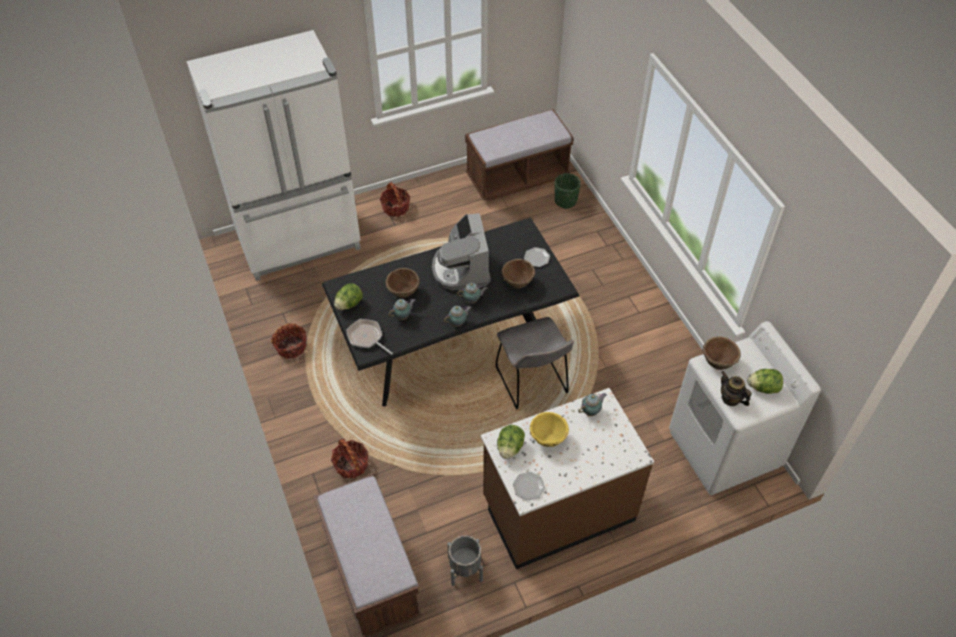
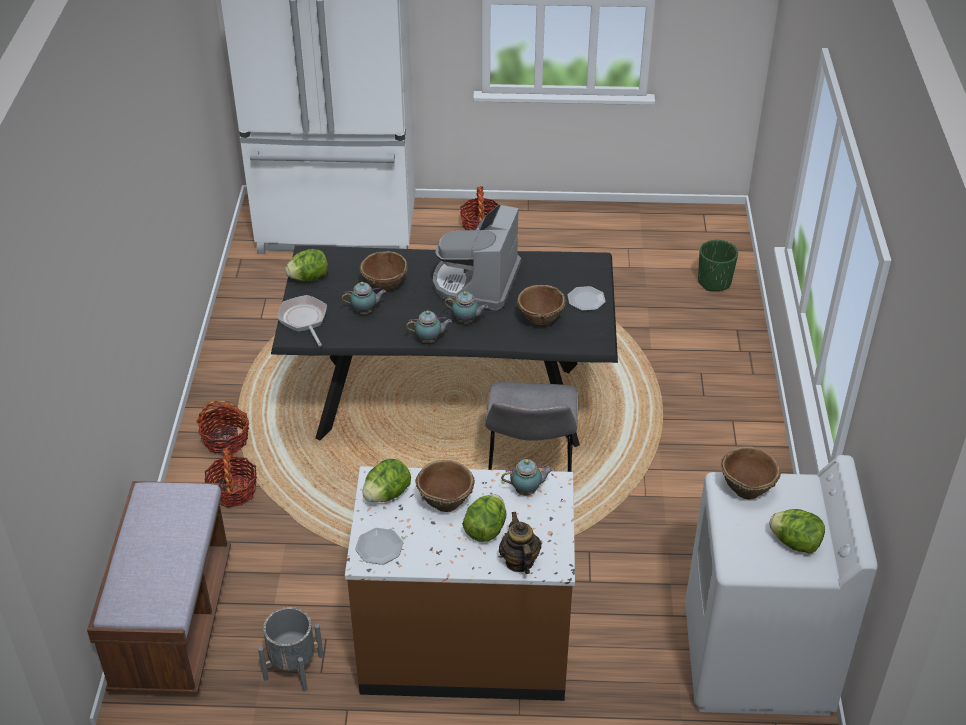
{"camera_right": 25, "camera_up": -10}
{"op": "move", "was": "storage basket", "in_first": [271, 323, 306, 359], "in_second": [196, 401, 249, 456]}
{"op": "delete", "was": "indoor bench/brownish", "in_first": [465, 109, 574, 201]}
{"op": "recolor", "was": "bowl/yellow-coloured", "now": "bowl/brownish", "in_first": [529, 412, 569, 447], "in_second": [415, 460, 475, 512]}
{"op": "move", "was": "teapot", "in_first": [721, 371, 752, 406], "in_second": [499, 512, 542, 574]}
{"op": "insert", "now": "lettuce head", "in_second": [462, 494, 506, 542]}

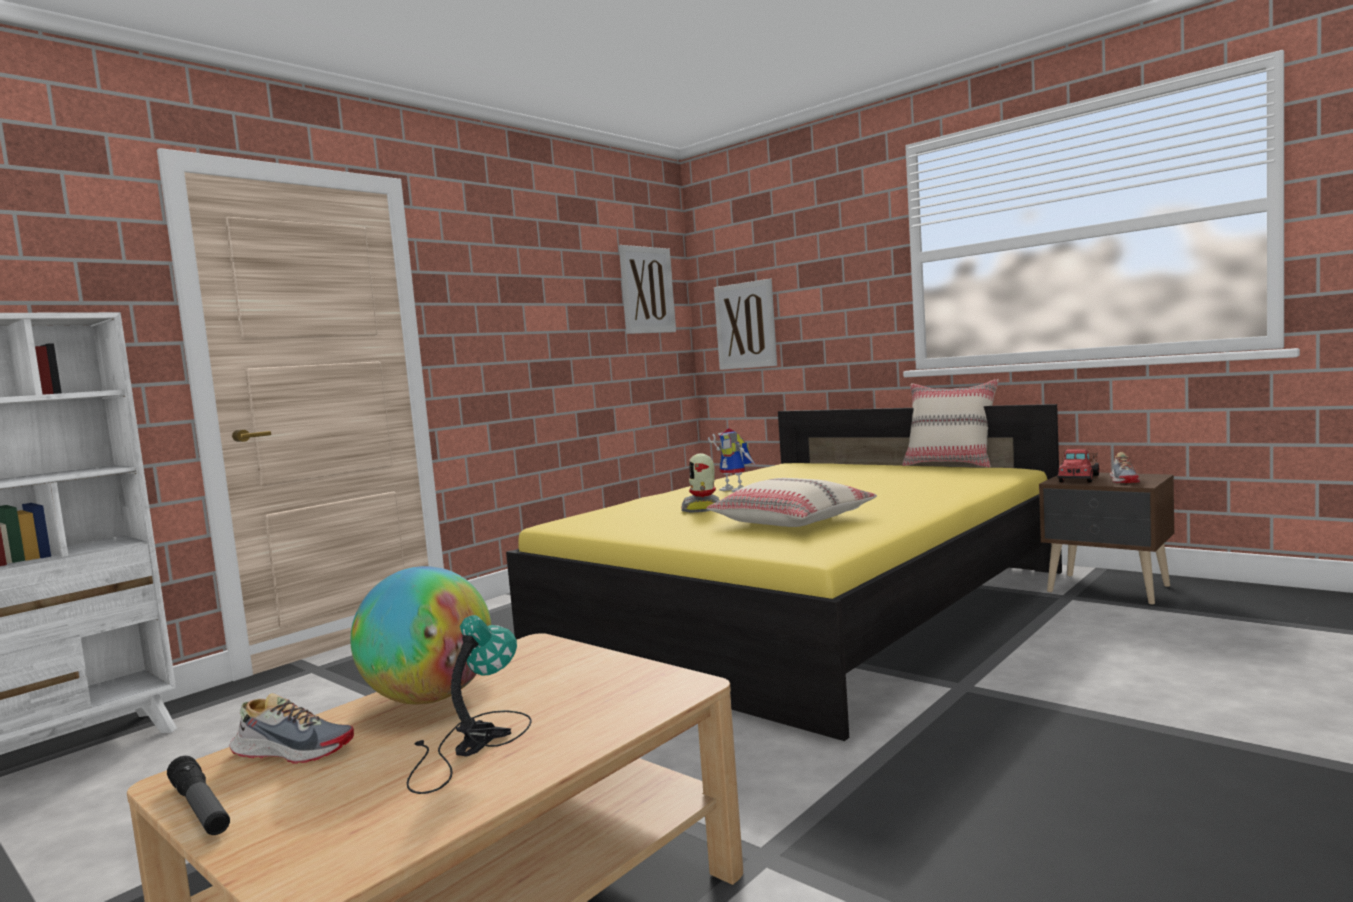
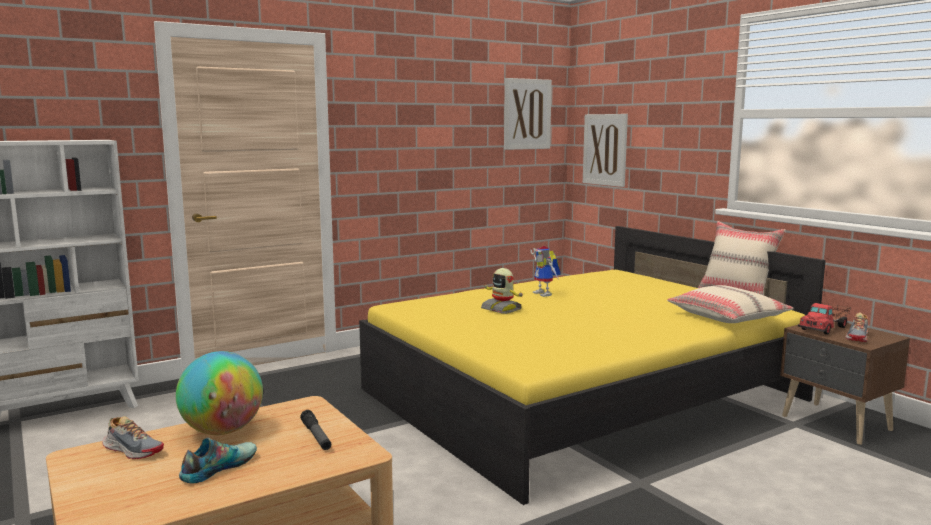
{"camera_right": 15, "camera_up": 5}
{"op": "move", "was": "hand torch", "in_first": [167, 756, 230, 835], "in_second": [300, 410, 331, 450]}
{"op": "replace", "was": "tabletop lamp", "now": "item of footwear", "in_first": [407, 615, 532, 794], "in_second": [179, 438, 257, 483]}
{"op": "rotate", "was": "toy robot", "in_first": [681, 453, 720, 513], "in_second": [481, 268, 525, 314], "clockwise": -60}
{"op": "move", "was": "cushion/beige", "in_first": [706, 478, 877, 527], "in_second": [667, 285, 794, 323]}

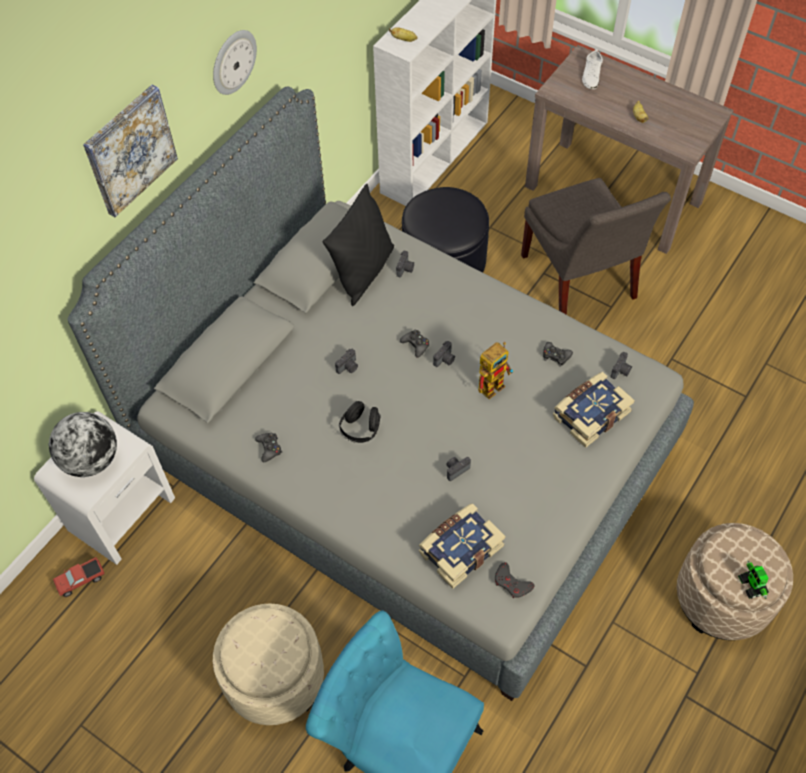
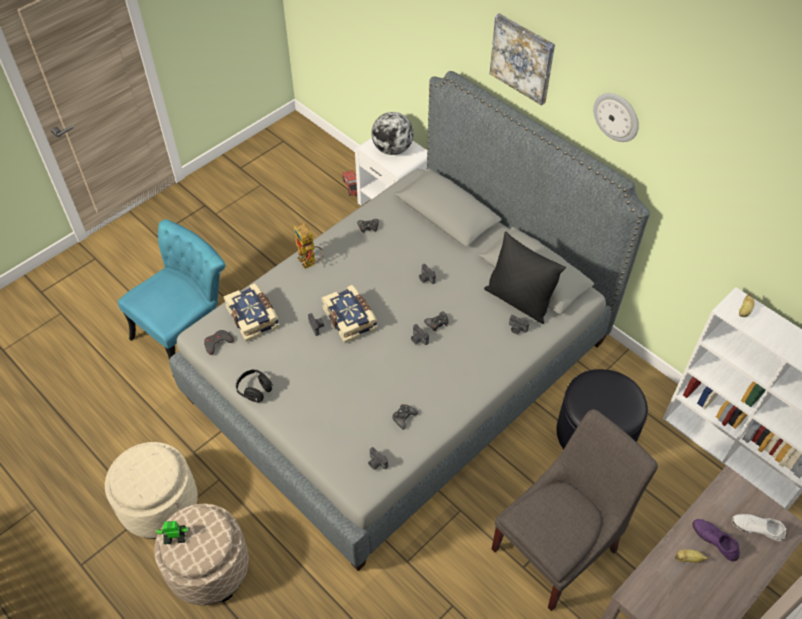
{"camera_right": 100, "camera_up": -5}
{"op": "move", "was": "ottoman/beige", "in_first": [213, 603, 324, 725], "in_second": [105, 442, 198, 539]}
{"op": "move", "was": "pair of headphones/black", "in_first": [339, 401, 381, 443], "in_second": [236, 369, 273, 402]}
{"op": "move", "was": "toy robot", "in_first": [478, 342, 514, 399], "in_second": [294, 222, 324, 269]}
{"op": "rotate", "was": "upright chair/gray", "in_first": [521, 178, 671, 315], "in_second": [492, 409, 658, 611], "clockwise": 150}
{"op": "move", "was": "bound book", "in_first": [553, 372, 635, 448], "in_second": [322, 285, 378, 343]}
{"op": "insert", "now": "item of footwear/purple-coloured", "in_second": [692, 519, 740, 562]}

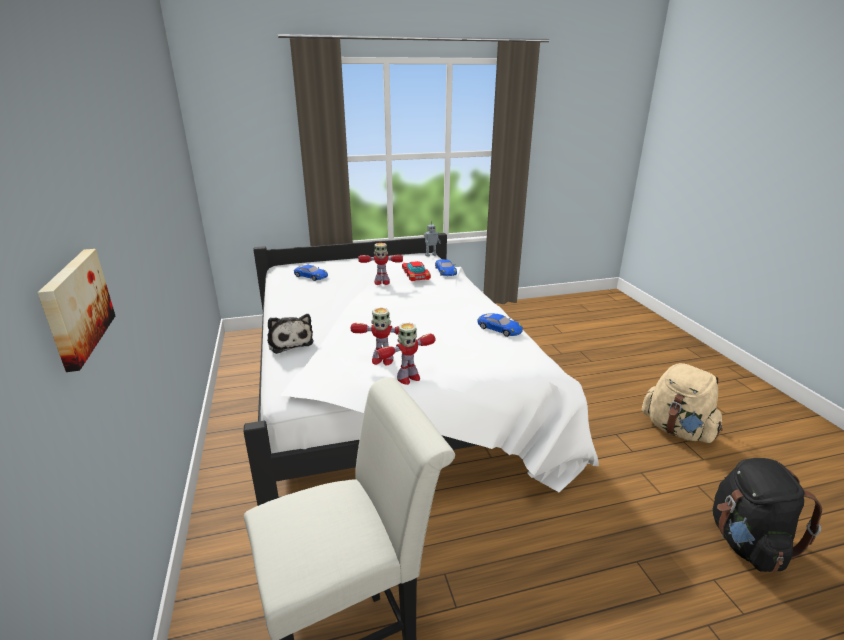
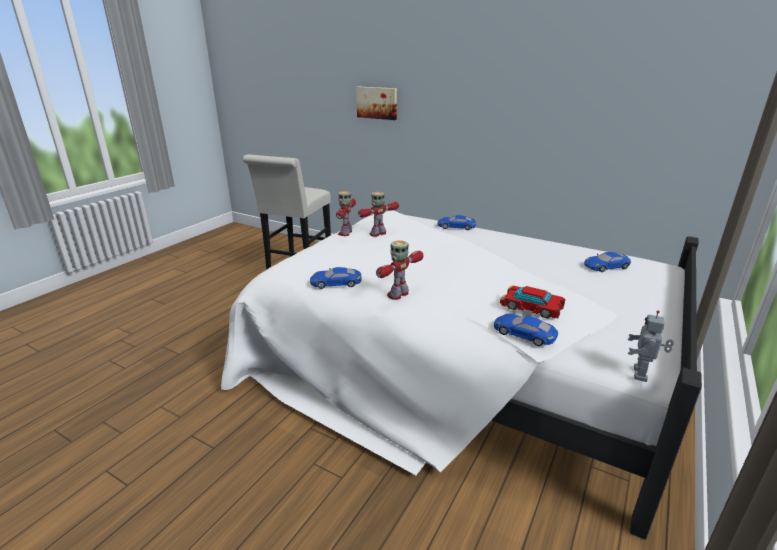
{"camera_right": 135, "camera_up": 0}
{"op": "replace", "was": "soft toy", "now": "toy car/bluish", "in_first": [267, 314, 314, 354], "in_second": [437, 215, 476, 230]}
{"op": "move", "was": "toy robot", "in_first": [358, 243, 403, 285], "in_second": [376, 240, 424, 300]}
{"op": "delete", "was": "knapsack/beige", "in_first": [642, 363, 723, 443]}
{"op": "delete", "was": "knapsack/black", "in_first": [713, 458, 822, 572]}

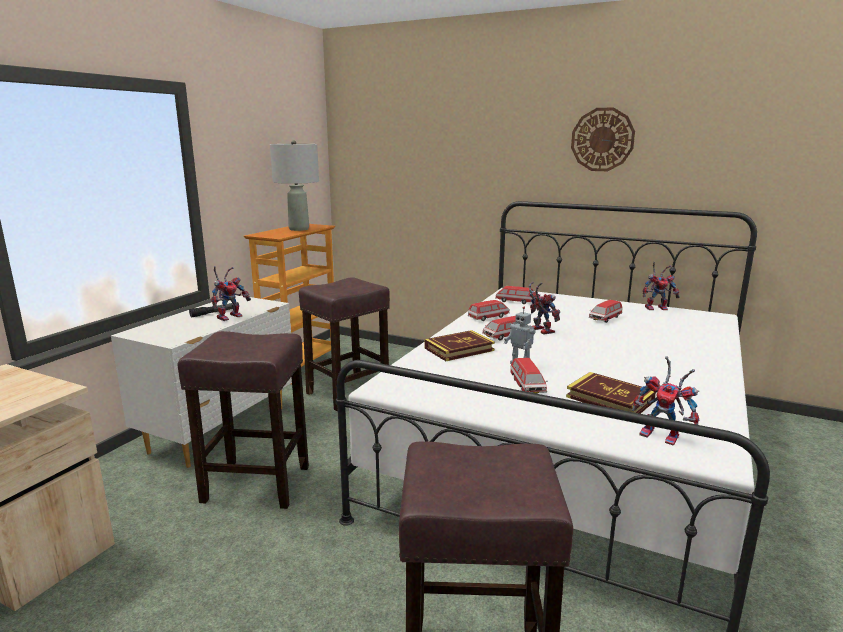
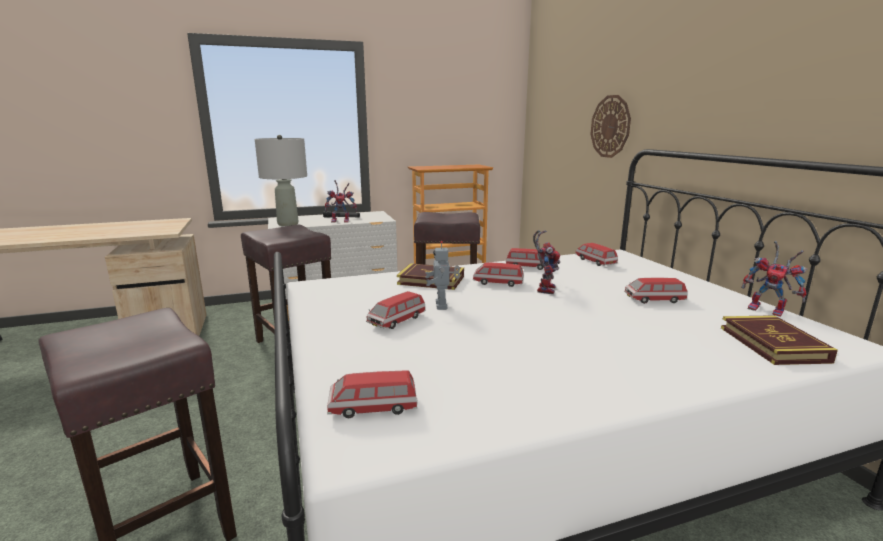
{"camera_right": 45, "camera_up": 0}
{"op": "move", "was": "tabletop lamp/gray", "in_first": [270, 140, 319, 231], "in_second": [255, 135, 307, 226]}
{"op": "move", "was": "bound book", "in_first": [566, 372, 656, 414], "in_second": [721, 315, 838, 365]}
{"op": "move", "was": "wall clock", "in_first": [571, 107, 635, 171], "in_second": [590, 95, 631, 158]}
{"op": "replace", "was": "toy robot", "now": "toy car", "in_first": [632, 356, 699, 445], "in_second": [327, 370, 417, 418]}

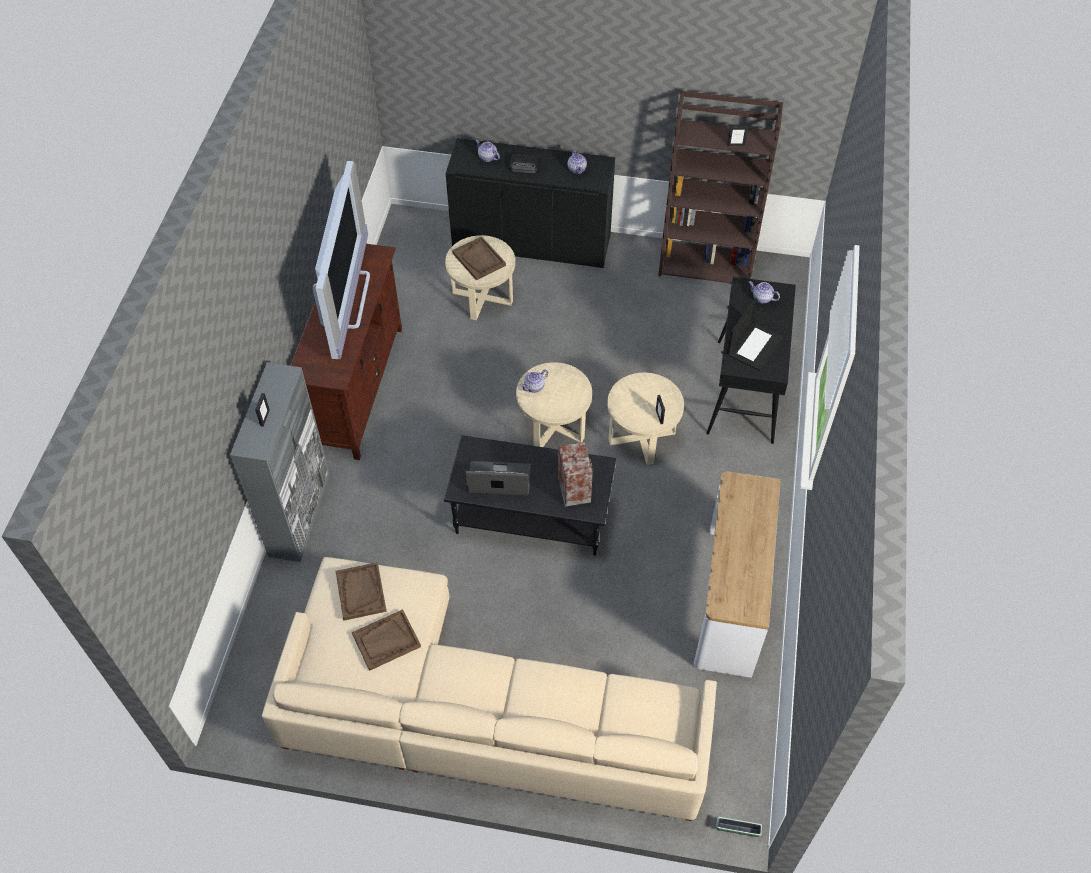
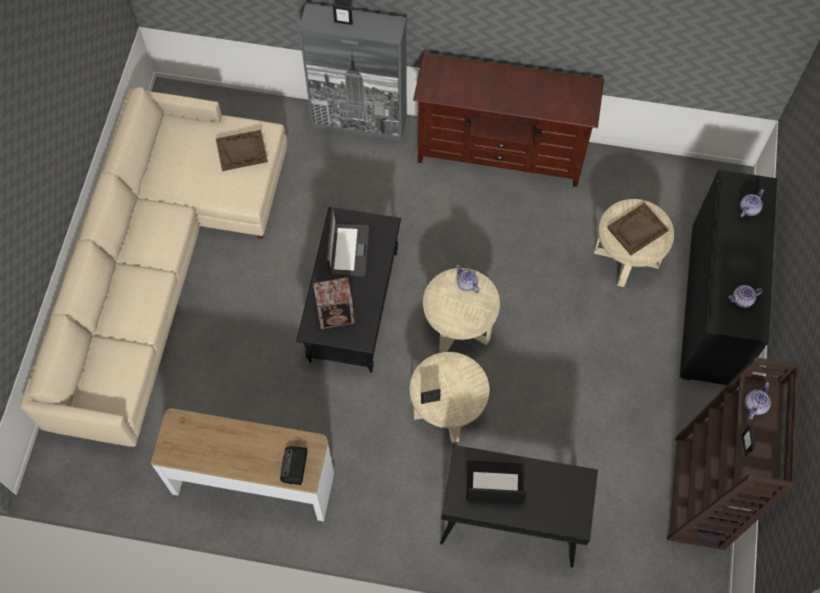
{"camera_right": 90, "camera_up": 10}
{"op": "delete", "was": "TV set", "in_first": [313, 161, 370, 359]}
{"op": "delete", "was": "serving tray/brownish", "in_first": [352, 609, 421, 671]}
{"op": "move", "was": "radio", "in_first": [509, 154, 541, 174], "in_second": [280, 446, 307, 485]}
{"op": "delete", "was": "planter", "in_first": [716, 817, 762, 837]}
{"op": "rotate", "was": "laptop", "in_first": [727, 298, 784, 371], "in_second": [466, 461, 527, 504], "clockwise": 150}
{"op": "move", "was": "teapot", "in_first": [749, 281, 780, 303], "in_second": [745, 382, 771, 420]}

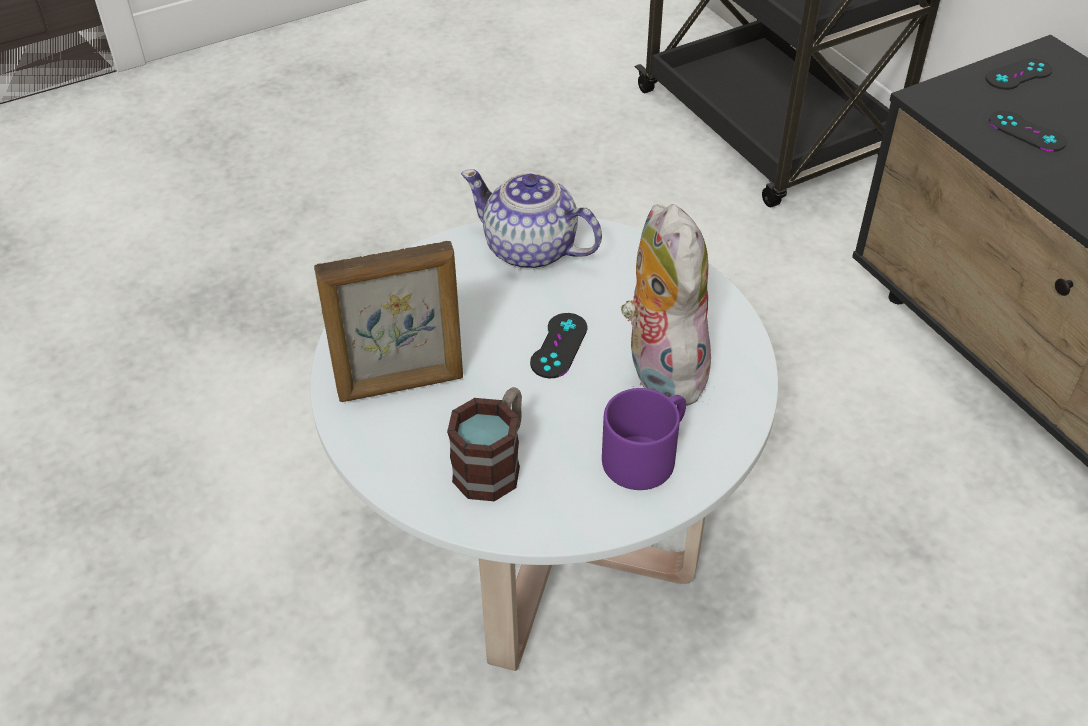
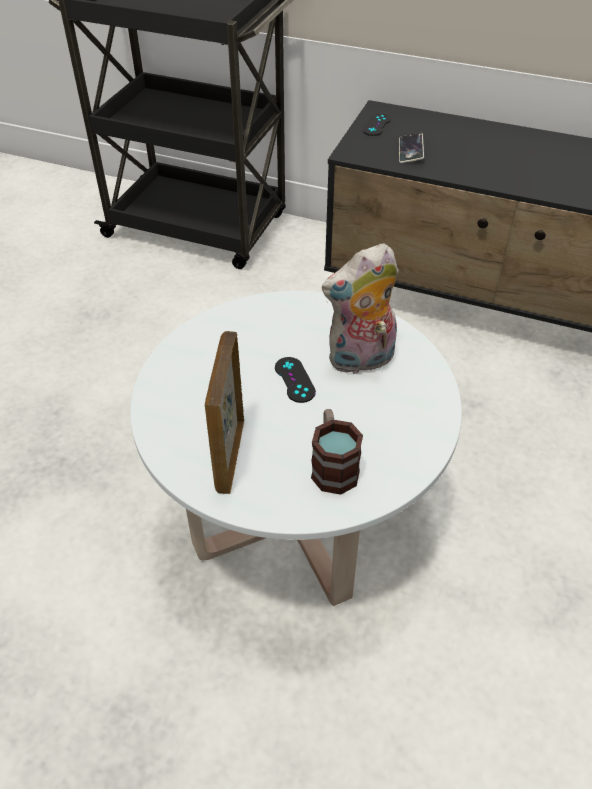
{"camera_right": -40, "camera_up": 0}
{"op": "rotate", "was": "picture frame", "in_first": [314, 241, 463, 402], "in_second": [205, 331, 244, 494], "clockwise": 150}
{"op": "delete", "was": "teapot", "in_first": [461, 169, 602, 270]}
{"op": "delete", "was": "tea mug/purple-coloured", "in_first": [602, 388, 686, 490]}
{"op": "rotate", "was": "soft toy", "in_first": [621, 204, 714, 406], "in_second": [322, 243, 399, 374], "clockwise": -60}
{"op": "replace", "was": "gamepad/black", "now": "handset", "in_first": [989, 111, 1067, 152], "in_second": [399, 133, 424, 163]}

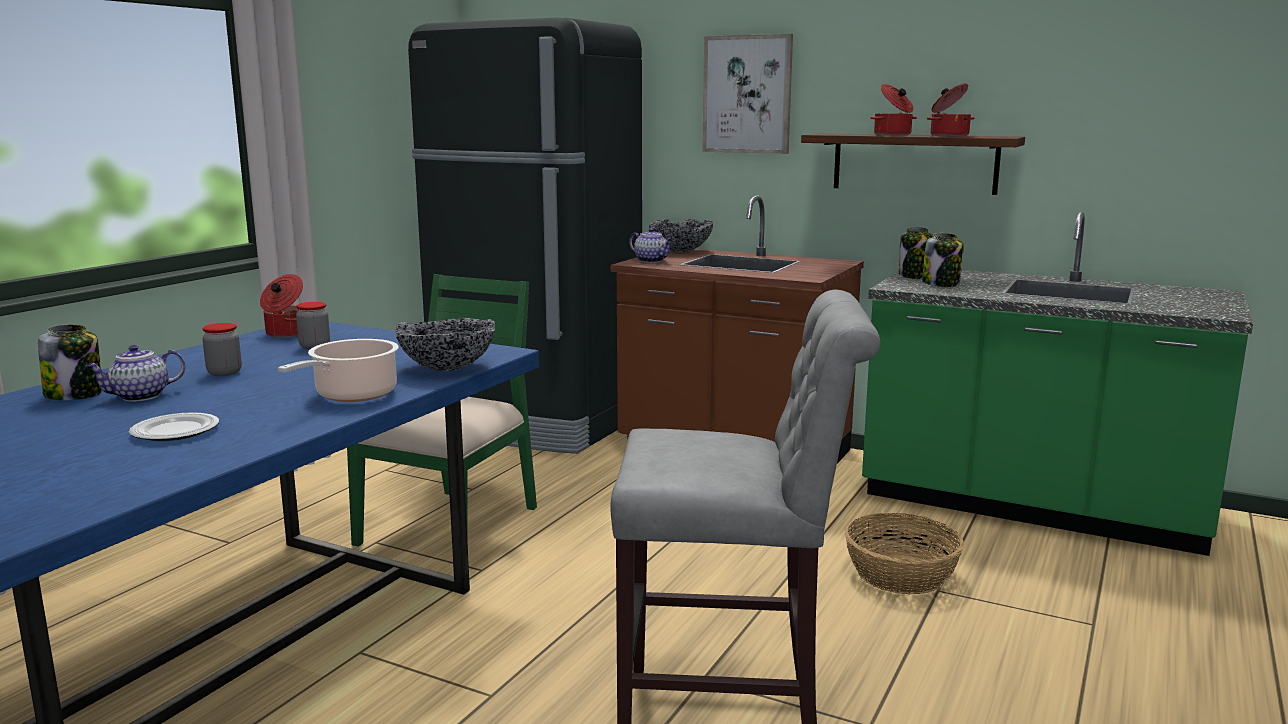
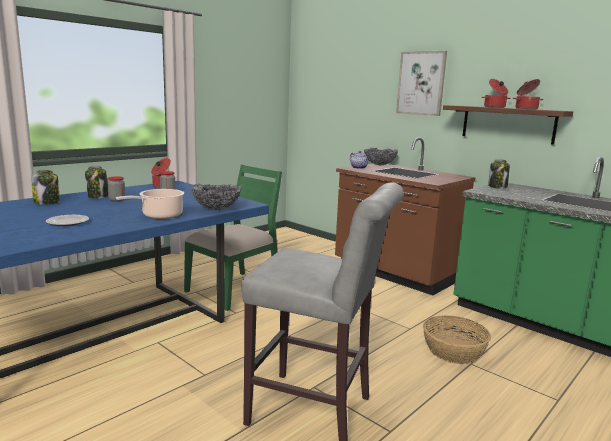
{"camera_right": 15, "camera_up": 0}
{"op": "delete", "was": "teapot", "in_first": [85, 345, 185, 401]}
{"op": "delete", "was": "fridge/black", "in_first": [408, 18, 642, 454]}
{"op": "move", "was": "storage jar", "in_first": [922, 233, 964, 287], "in_second": [85, 166, 108, 199]}

